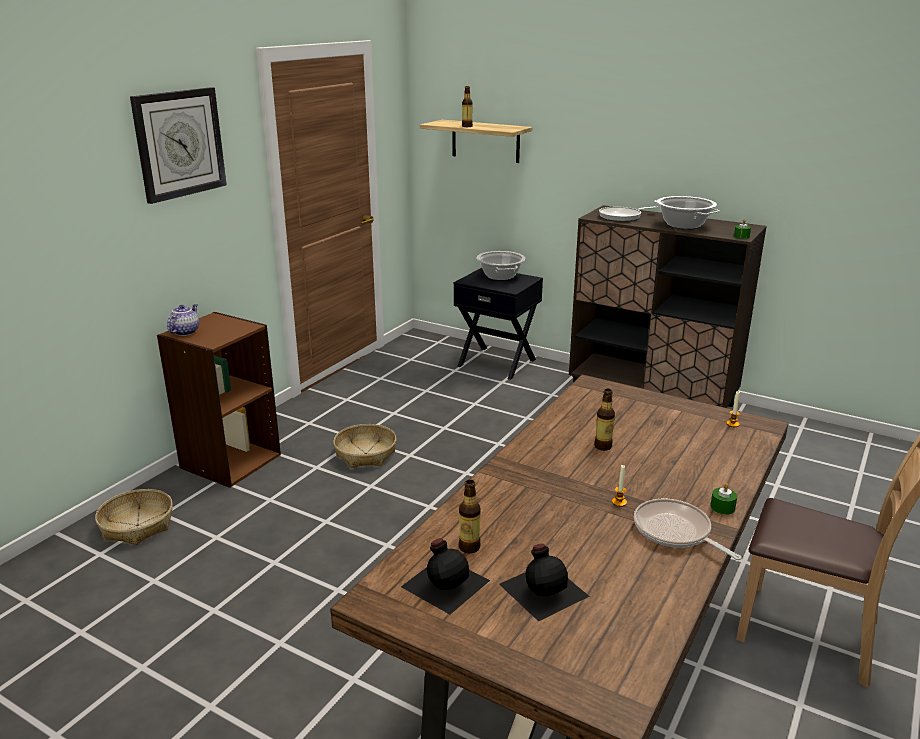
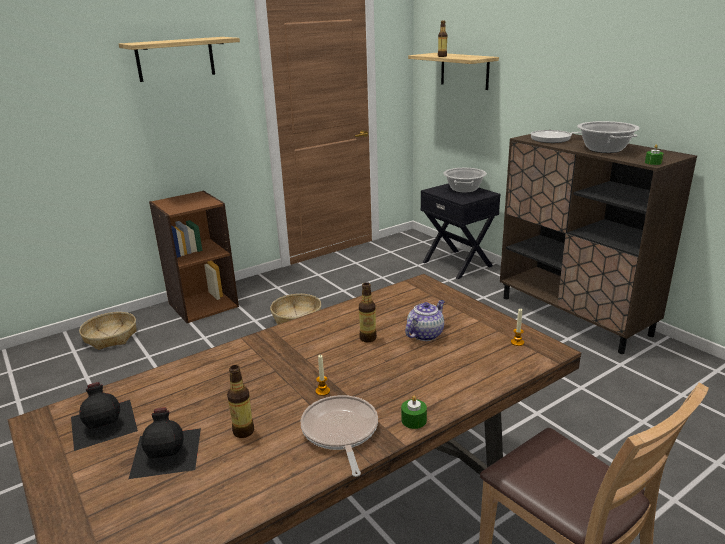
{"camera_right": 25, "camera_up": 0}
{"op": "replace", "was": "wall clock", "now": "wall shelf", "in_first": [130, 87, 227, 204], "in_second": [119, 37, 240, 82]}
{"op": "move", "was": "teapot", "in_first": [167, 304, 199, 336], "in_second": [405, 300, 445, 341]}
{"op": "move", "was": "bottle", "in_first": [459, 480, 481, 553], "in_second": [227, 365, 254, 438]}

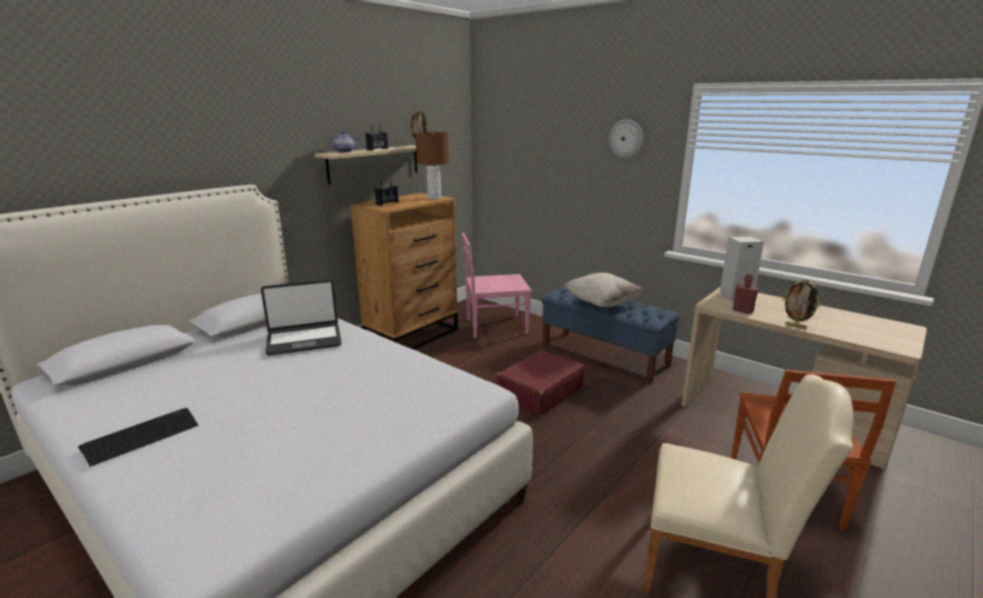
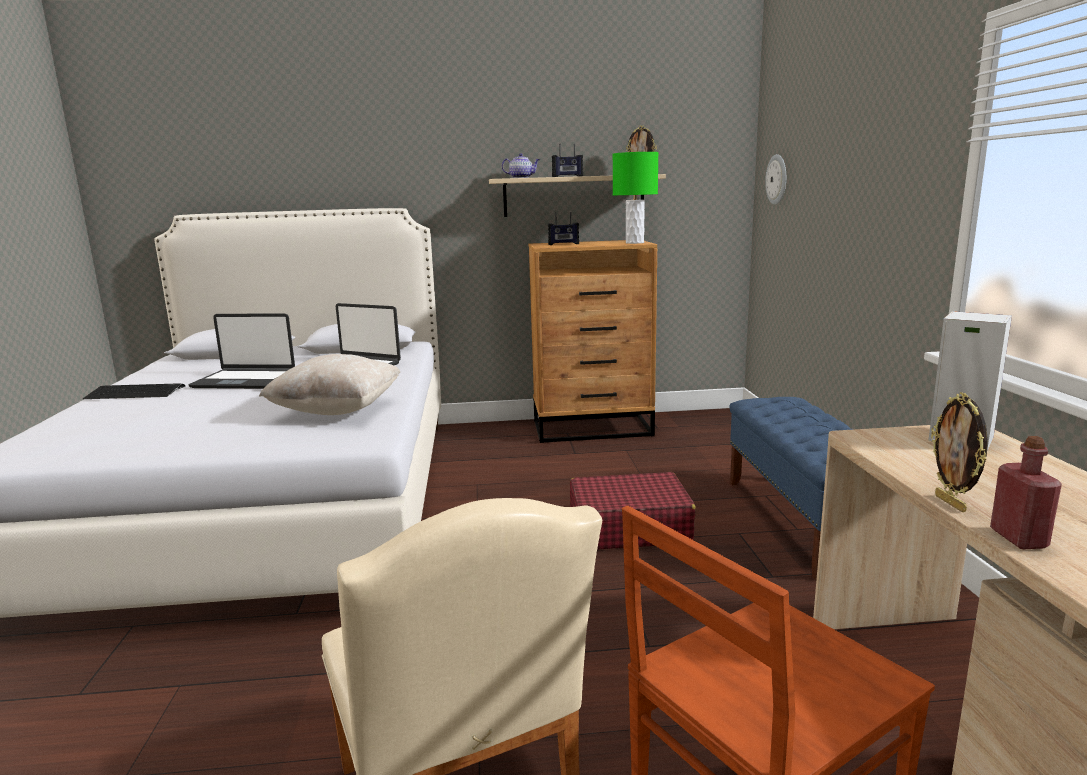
{"camera_right": 45, "camera_up": -5}
{"op": "recolor", "was": "tabletop lamp/brownish", "now": "tabletop lamp/greenish", "in_first": [415, 132, 450, 199], "in_second": [613, 152, 659, 244]}
{"op": "delete", "was": "upright chair/pinkish", "in_first": [462, 233, 532, 338]}
{"op": "move", "was": "cushion/beige", "in_first": [564, 273, 643, 307], "in_second": [259, 354, 400, 415]}
{"op": "move", "was": "wall clock", "in_first": [609, 119, 643, 158], "in_second": [765, 154, 786, 205]}
{"op": "move", "was": "bottle/reddish", "in_first": [733, 273, 758, 314], "in_second": [990, 436, 1062, 549]}
{"op": "insert", "now": "laptop", "in_second": [189, 313, 295, 389]}

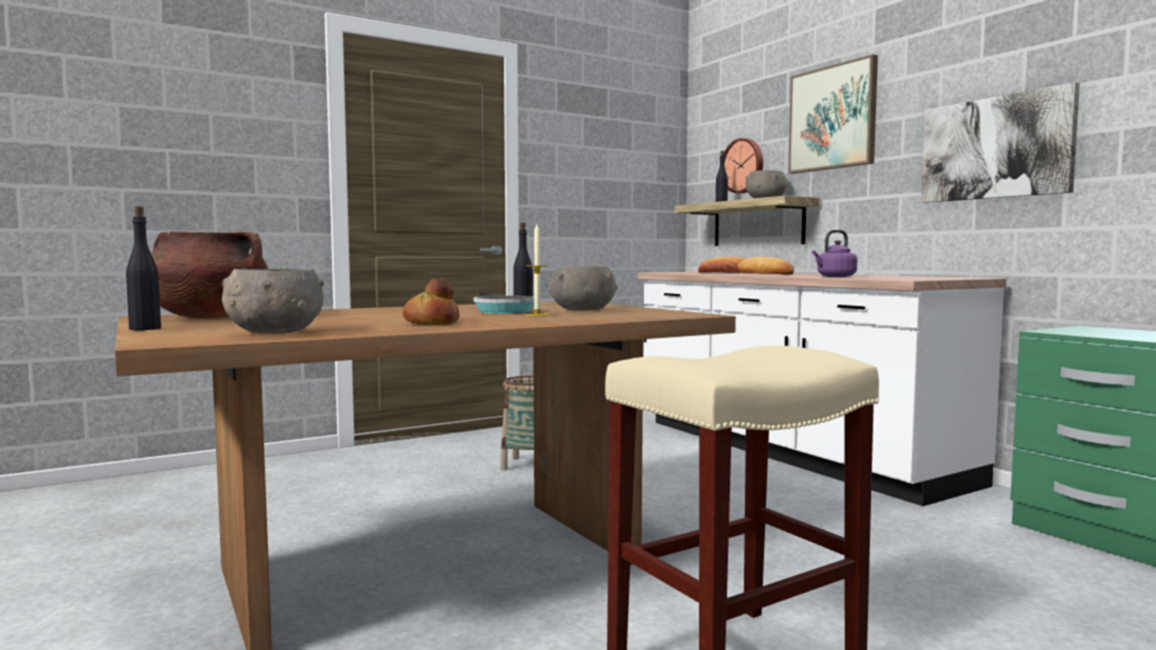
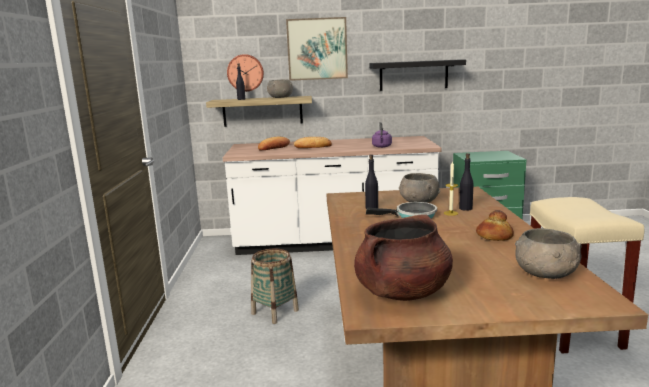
{"camera_right": -60, "camera_up": 10}
{"op": "move", "was": "bottle/black", "in_first": [126, 206, 161, 330], "in_second": [459, 153, 474, 211]}
{"op": "replace", "was": "wall art", "now": "wall shelf/black", "in_first": [921, 82, 1080, 203], "in_second": [369, 60, 466, 91]}

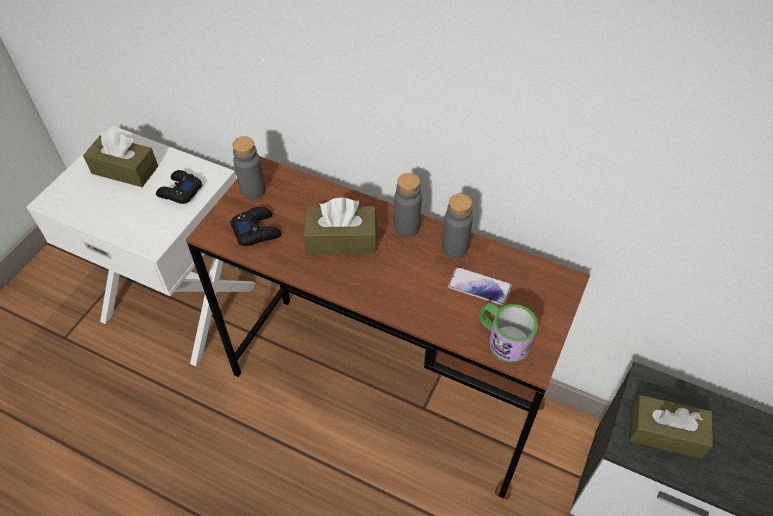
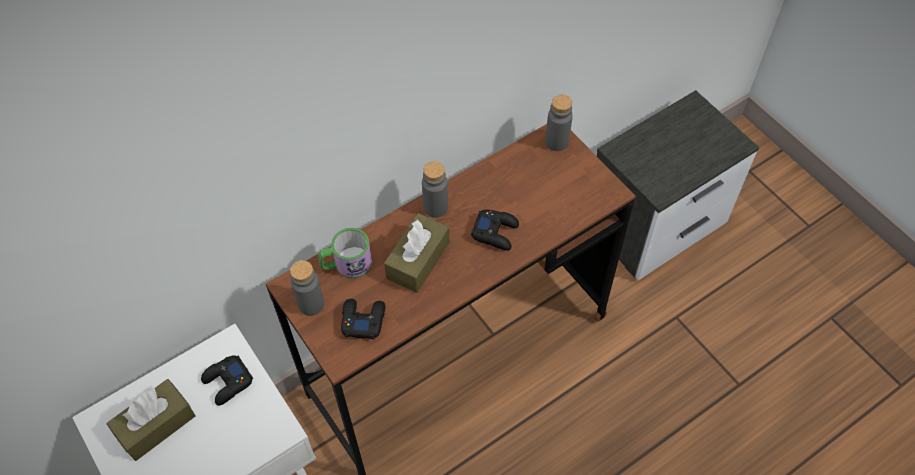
{"camera_right": -60, "camera_up": 5}
{"op": "move", "was": "bottle/gray", "in_first": [442, 194, 473, 258], "in_second": [545, 95, 573, 151]}
{"op": "delete", "was": "handset", "in_first": [448, 267, 512, 305]}
{"op": "move", "was": "tea mug", "in_first": [479, 303, 538, 363], "in_second": [318, 228, 372, 279]}
{"op": "delete", "was": "box of tissues/brownish", "in_first": [629, 395, 713, 458]}
{"op": "insert", "now": "gamepad/black", "in_second": [471, 209, 519, 251]}

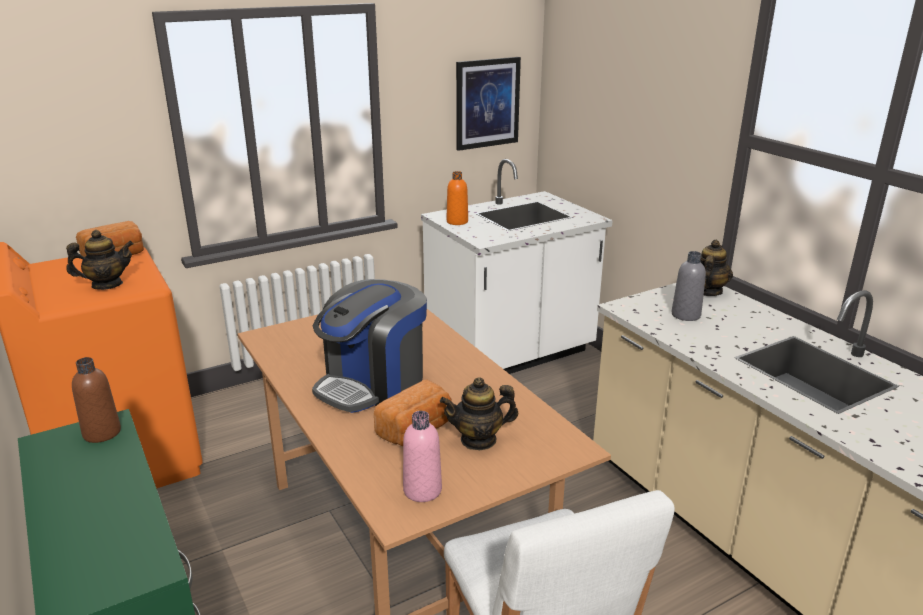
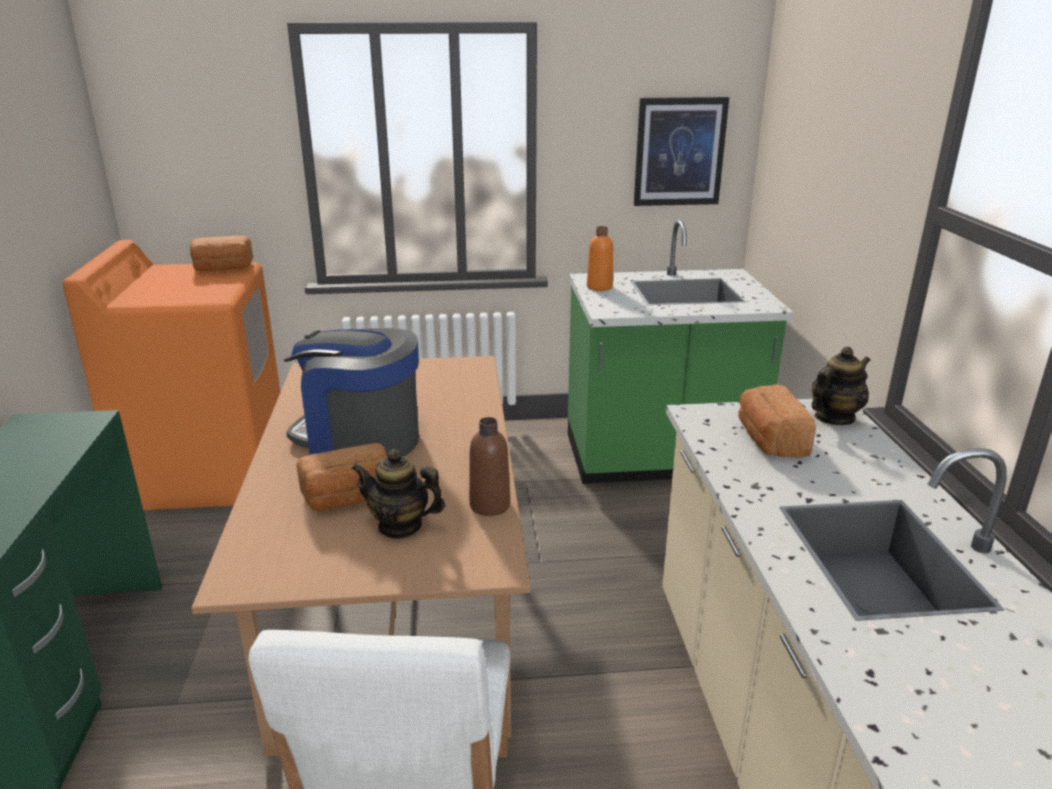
{"camera_right": 25, "camera_up": 0}
{"op": "delete", "was": "teapot", "in_first": [66, 230, 134, 290]}
{"op": "move", "was": "bottle/brownish", "in_first": [72, 357, 121, 443], "in_second": [469, 417, 510, 516]}
{"op": "rotate", "was": "coffee machine", "in_first": [312, 279, 427, 413], "in_second": [284, 328, 419, 457], "clockwise": 45}
{"op": "delete", "was": "bottle/pinkish", "in_first": [403, 411, 442, 502]}
{"op": "recolor", "was": "counter/whitish", "now": "counter/greenish", "in_first": [421, 159, 613, 374], "in_second": [568, 220, 793, 484]}
{"op": "replace", "was": "bottle/gray", "now": "baked bread", "in_first": [672, 251, 706, 321], "in_second": [738, 384, 816, 458]}

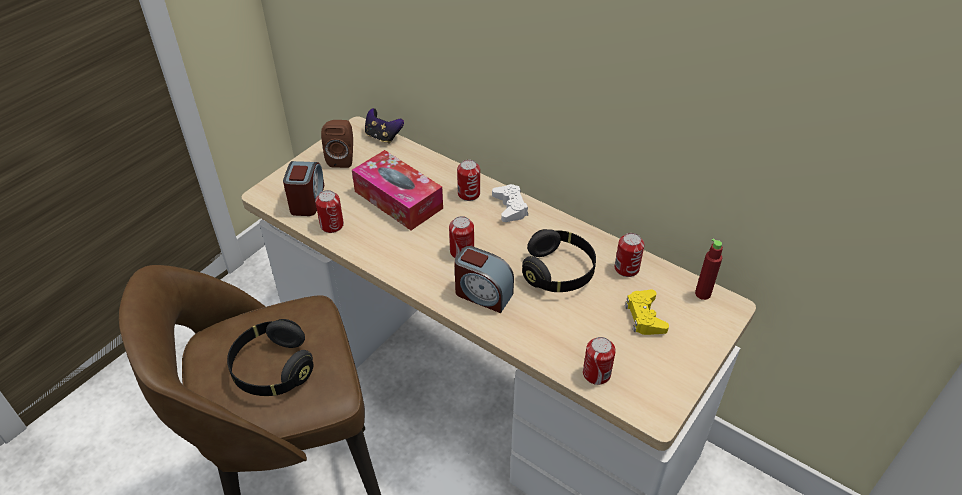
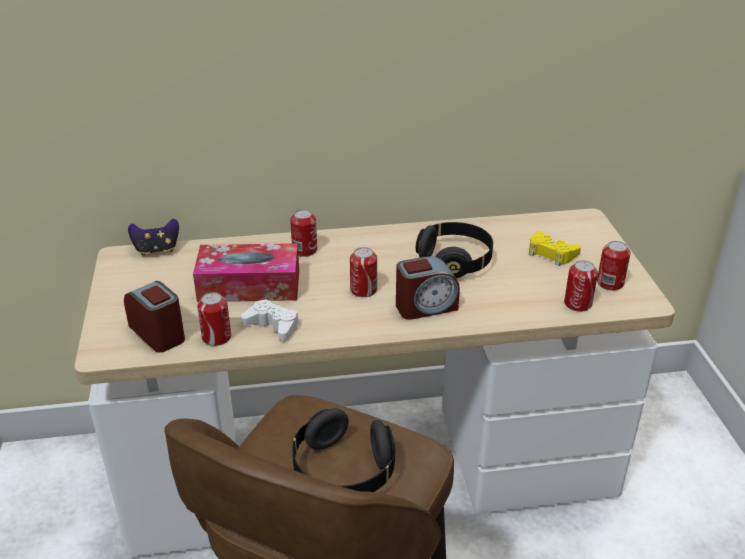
{"camera_right": -45, "camera_up": -10}
{"op": "delete", "was": "audio speaker/brownish", "in_first": [321, 120, 353, 168]}
{"op": "move", "was": "gamepad/whitish", "in_first": [492, 184, 528, 222], "in_second": [241, 299, 299, 341]}
{"op": "move", "was": "sealed can", "in_first": [615, 233, 644, 277], "in_second": [597, 241, 631, 291]}
{"op": "delete", "was": "bottle/reddish", "in_first": [695, 238, 723, 300]}

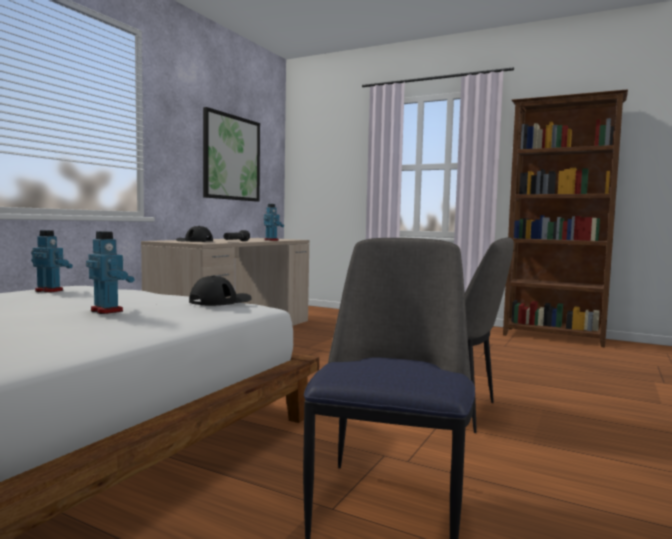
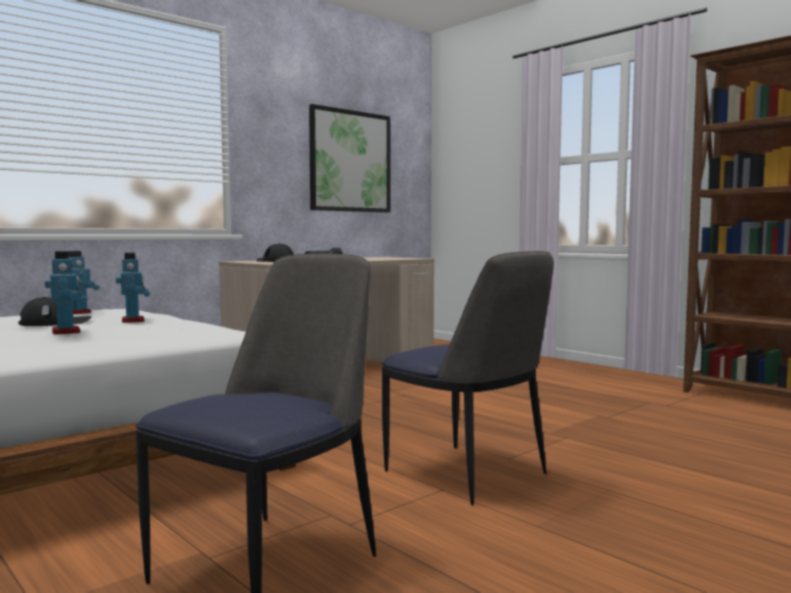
{"camera_right": 20, "camera_up": 0}
{"op": "move", "was": "baseball cap/black", "in_first": [189, 276, 252, 306], "in_second": [18, 297, 92, 326]}
{"op": "move", "was": "toy robot", "in_first": [264, 204, 284, 241], "in_second": [116, 253, 150, 323]}

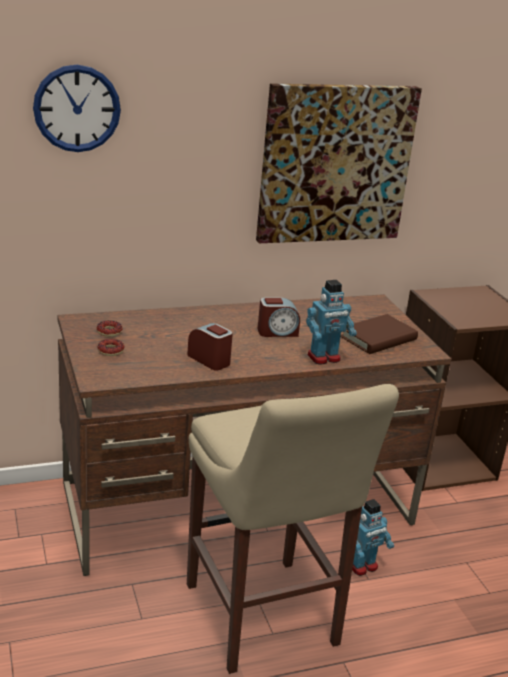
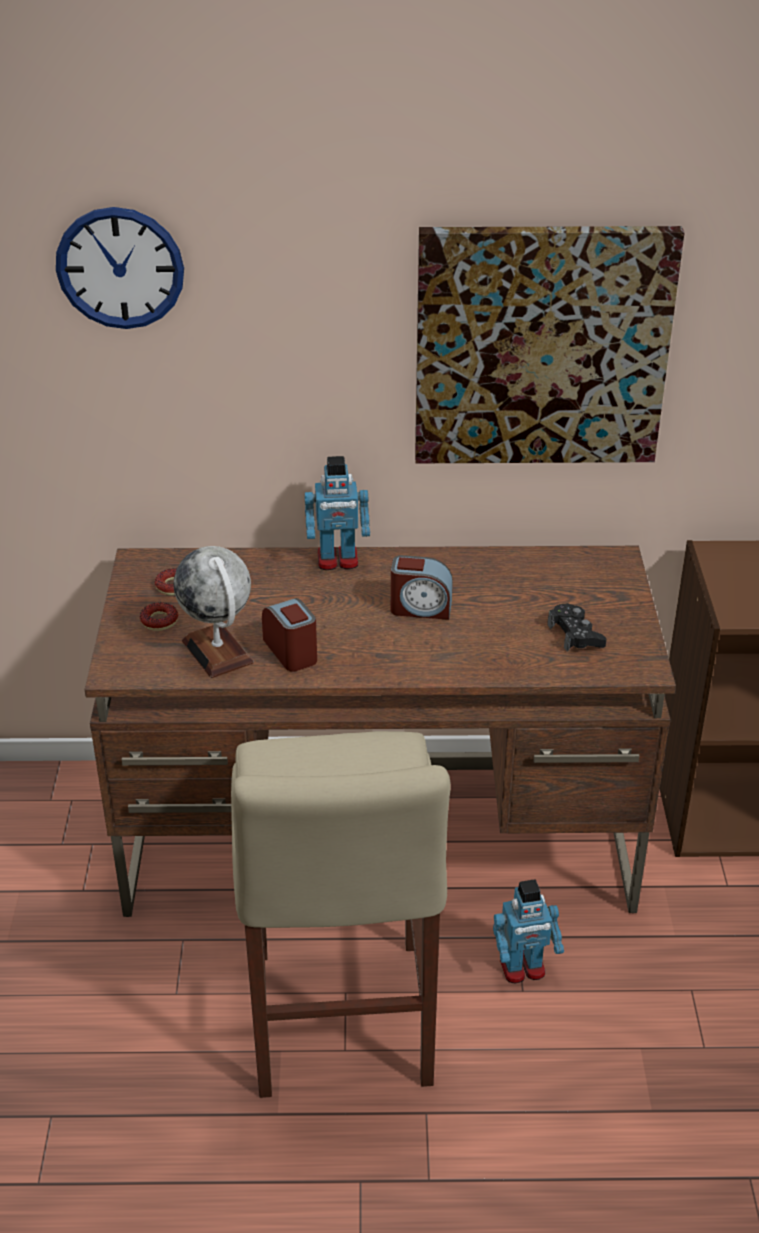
{"camera_right": 20, "camera_up": 10}
{"op": "move", "was": "toy robot", "in_first": [306, 280, 357, 364], "in_second": [305, 456, 370, 570]}
{"op": "replace", "was": "bound book/brownish", "now": "gamepad/black", "in_first": [340, 314, 418, 354], "in_second": [547, 603, 606, 651]}
{"op": "insert", "now": "world globe", "in_second": [174, 546, 254, 678]}

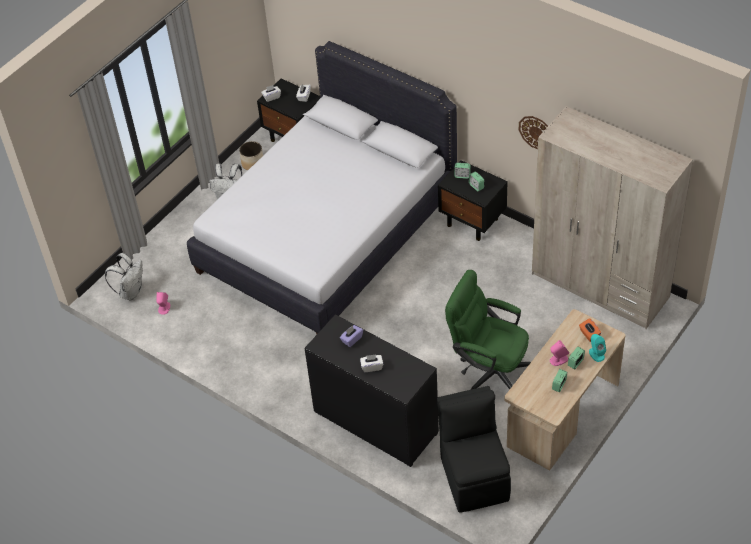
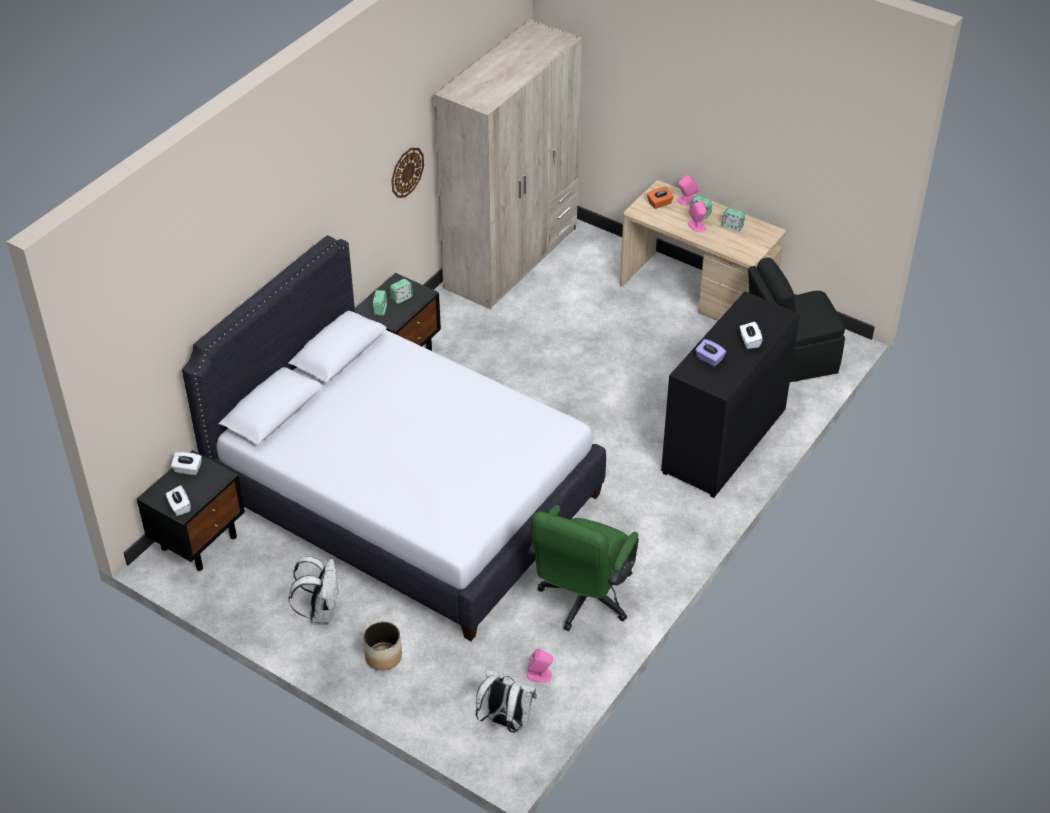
{"camera_right": -95, "camera_up": -5}
{"op": "move", "was": "planter", "in_first": [239, 141, 263, 170], "in_second": [363, 621, 402, 670]}
{"op": "move", "was": "computer chair/greenish", "in_first": [445, 270, 531, 390], "in_second": [528, 505, 639, 631]}
{"op": "recolor", "was": "audio speaker/blue-green", "now": "audio speaker/pinkish", "in_first": [589, 334, 606, 362], "in_second": [677, 174, 699, 205]}

